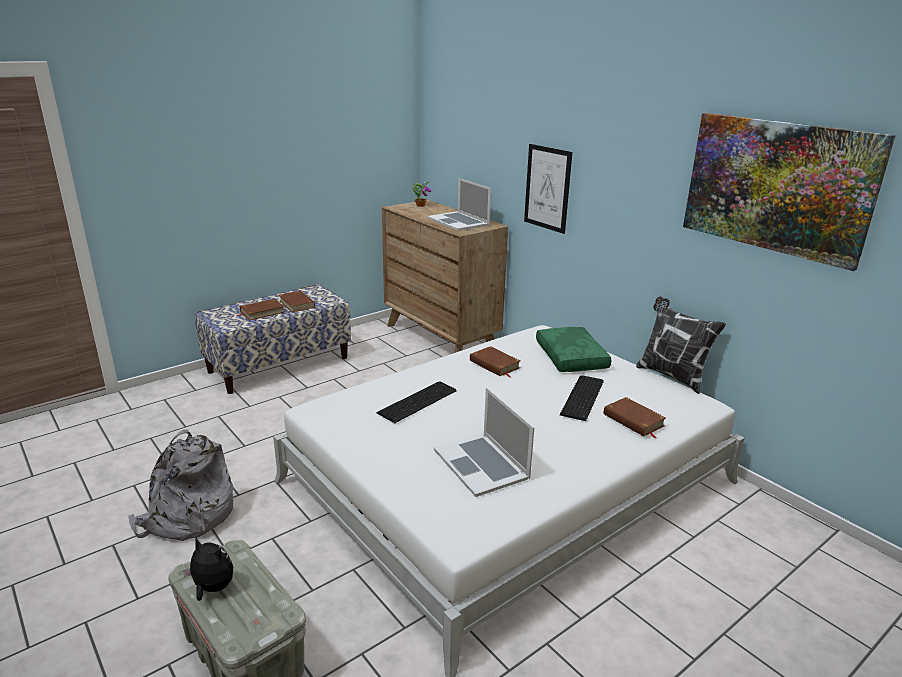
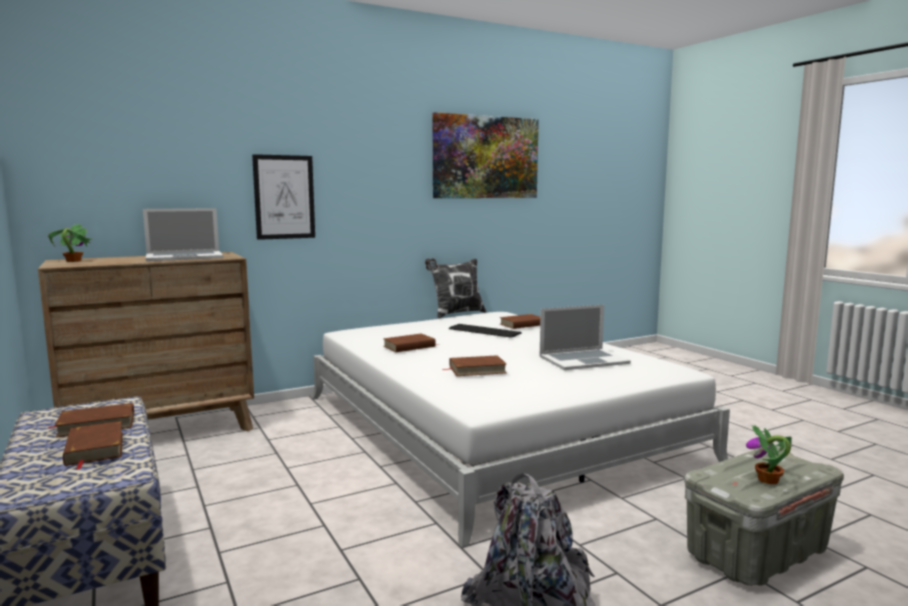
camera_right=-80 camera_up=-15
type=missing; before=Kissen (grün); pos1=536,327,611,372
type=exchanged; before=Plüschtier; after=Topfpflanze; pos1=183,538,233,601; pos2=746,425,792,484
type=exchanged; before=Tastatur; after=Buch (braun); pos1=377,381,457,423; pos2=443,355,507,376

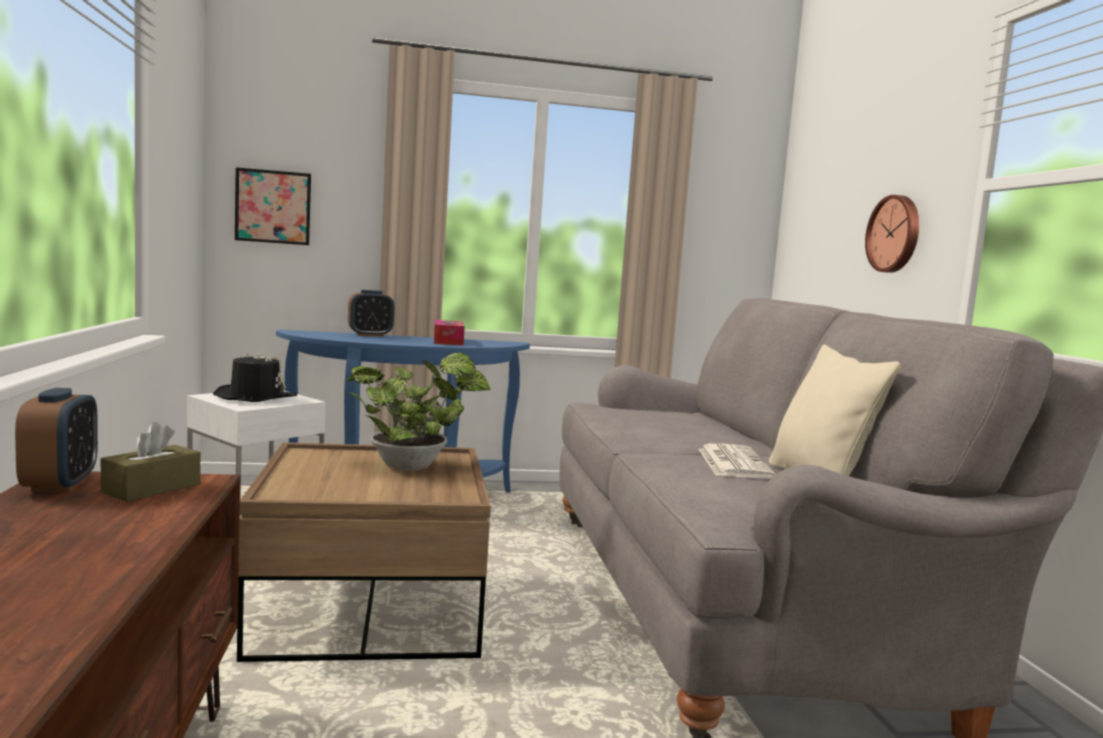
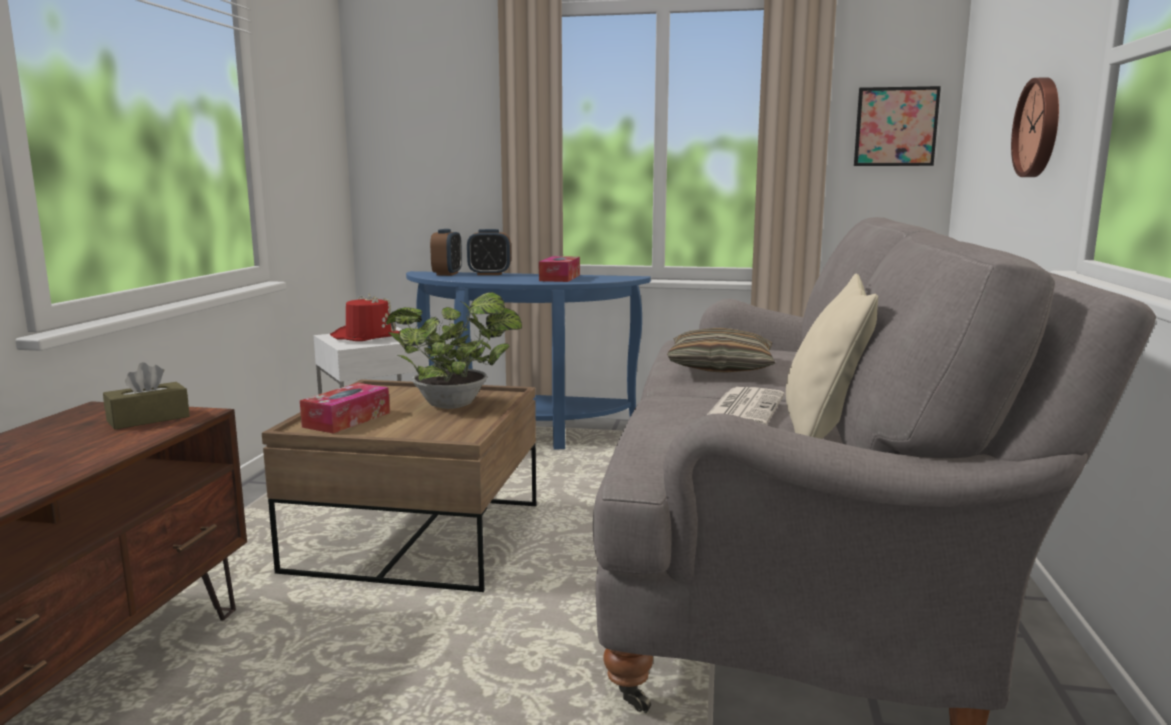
camera_right=20 camera_up=5
type=appeared; after=Taschentuchbox; pos2=300,383,390,434
type=appeared; after=Kissen; pos2=667,328,775,373
type=relocated; before=Wecker; pos1=15,388,98,492; pos2=430,229,462,276
type=relocated; before=Bild; pos1=235,167,311,245; pos2=854,86,941,166
type=colour; before=Hut (schwarz); after=Hut (rot); pos1=213,351,297,402; pos2=330,293,400,341

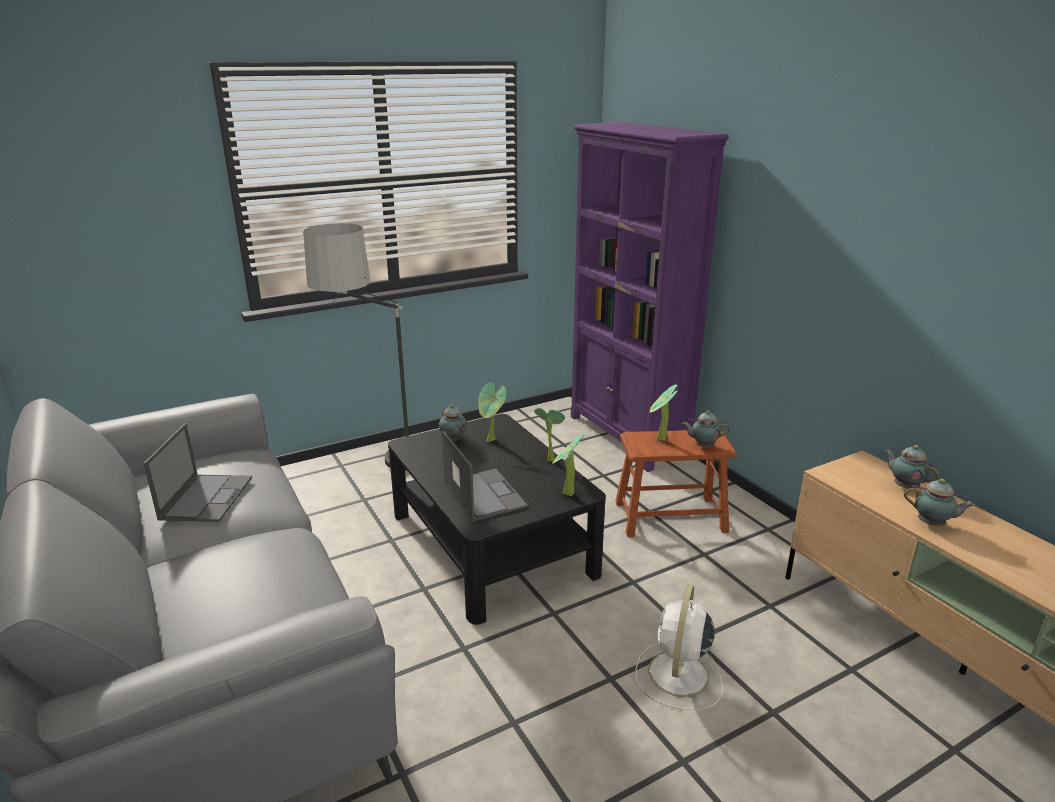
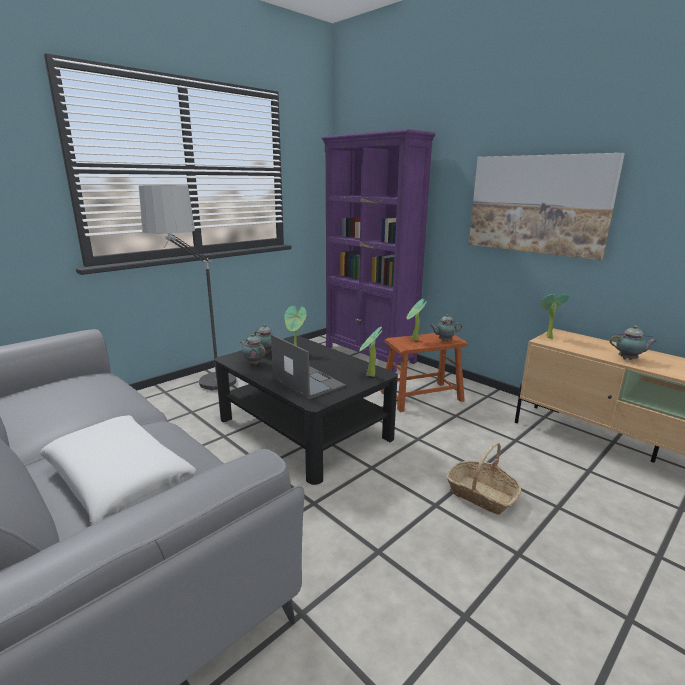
camera_right=-15 camera_up=-5
type=missing; before=Laptop; pos1=143,423,252,522
type=appeared; after=Kissen (weiß); pos2=40,415,197,525
type=appeared; after=Bild; pos2=469,153,625,260
type=relocated; before=Topfpflanze; pos1=534,408,565,462; pos2=541,294,569,339
type=relocated; before=Teekanne; pos1=884,445,939,489; pos2=241,334,266,365
type=exchanged; before=Ventilator (weiß); after=Korb; pos1=635,584,723,710; pos2=446,442,521,515

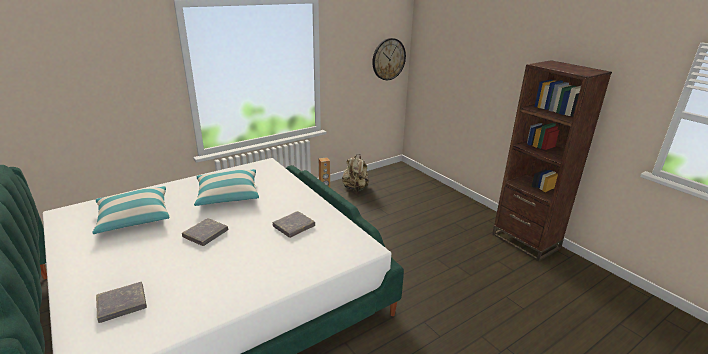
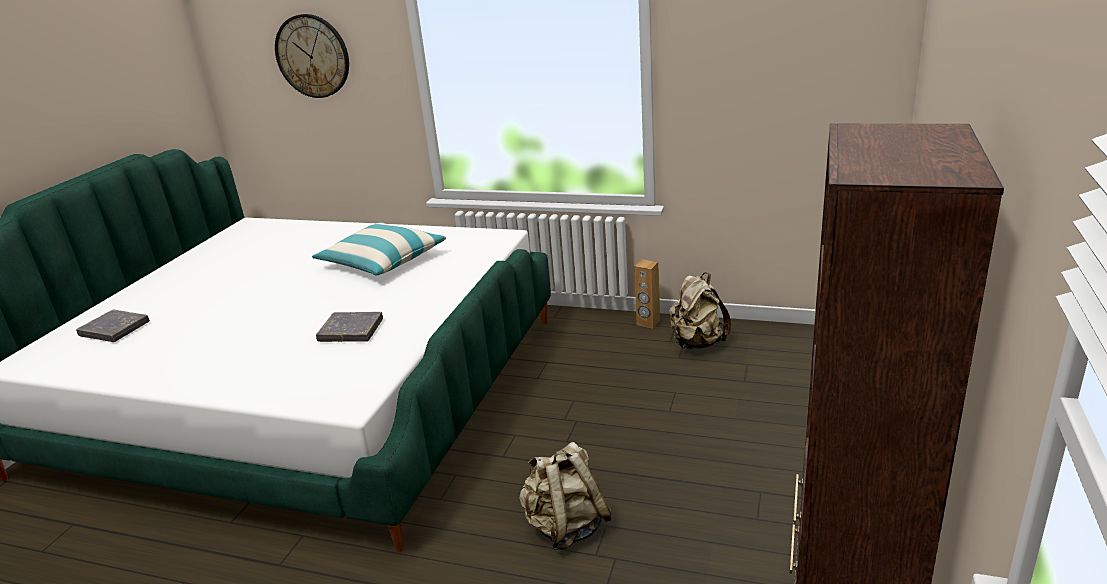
camera_right=55 camera_up=0
type=missing; before=Kissen; pos1=92,186,170,234
type=missing; before=Buch (grau); pos1=182,218,228,246
type=appeared; after=Rucksack (beige); pos2=519,442,612,550
type=relocated; before=Wanduhr; pos1=372,38,406,80; pos2=275,14,349,98

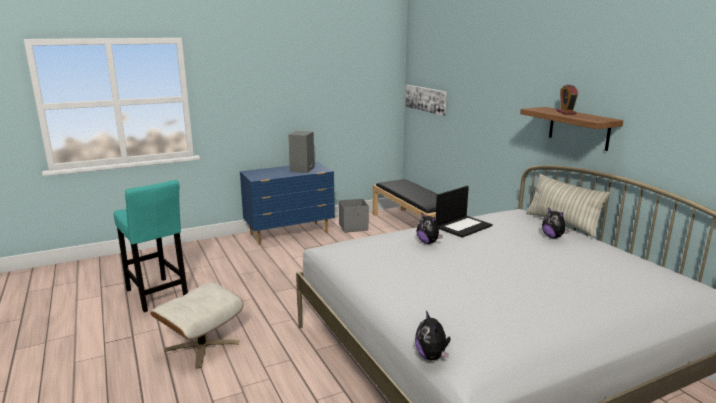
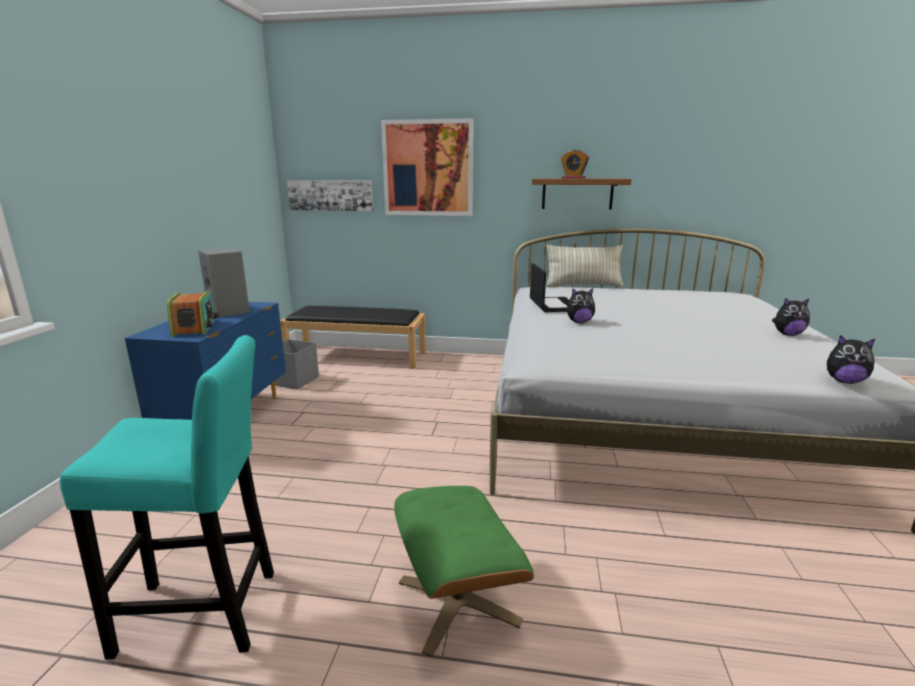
camera_right=-55 camera_up=0
type=appeared; after=Radio; pos2=167,291,219,337
type=appeared; after=Bild; pos2=381,119,473,216
type=relocated; before=Plüschtier; pos1=542,207,570,238; pos2=772,298,810,336
type=colour; before=Polsterhocker (beige); after=Polsterhocker (grün); pos1=150,282,244,369; pos2=394,486,534,657

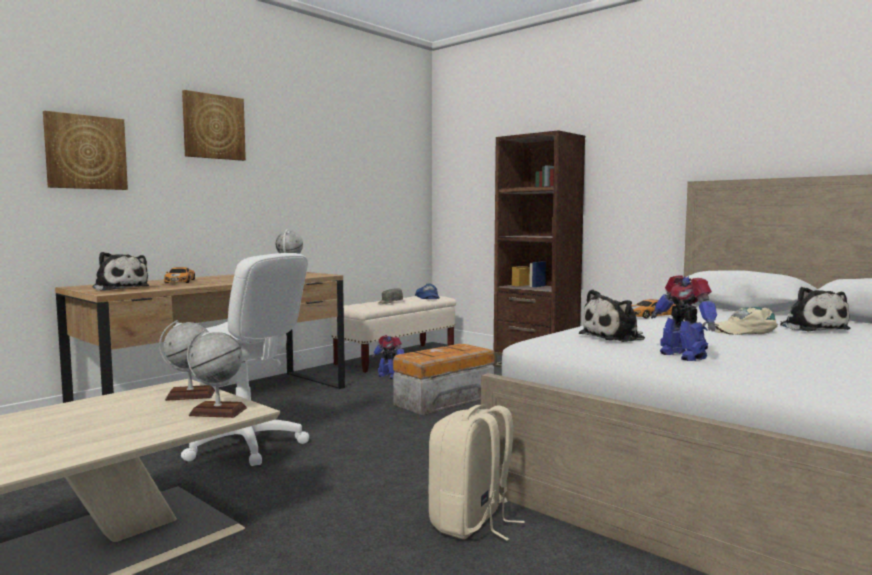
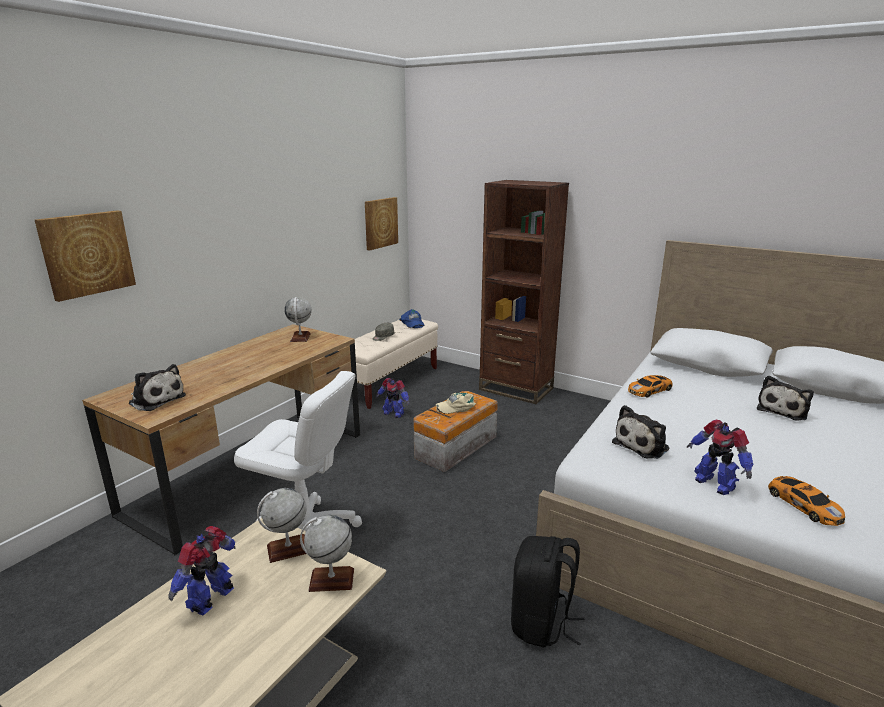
camera_right=-10 camera_up=15
type=appeared; after=Spielzeugroboter; pos2=168,526,236,615
type=relocated; before=Spielzeugauto; pos1=164,267,195,283; pos2=768,476,845,526
type=relocated; before=Bild; pos1=182,90,246,161; pos2=365,197,398,250
type=relocated; before=Kappe (beige); pos1=714,307,778,335; pos2=436,393,476,414
type=colour; before=Rucksack (beige); after=Rucksack (schwarz); pos1=429,405,525,540; pos2=511,536,585,648
type=spun; before=Plüschtier; pos1=780,287,851,331; pos2=757,376,814,421; turn=60

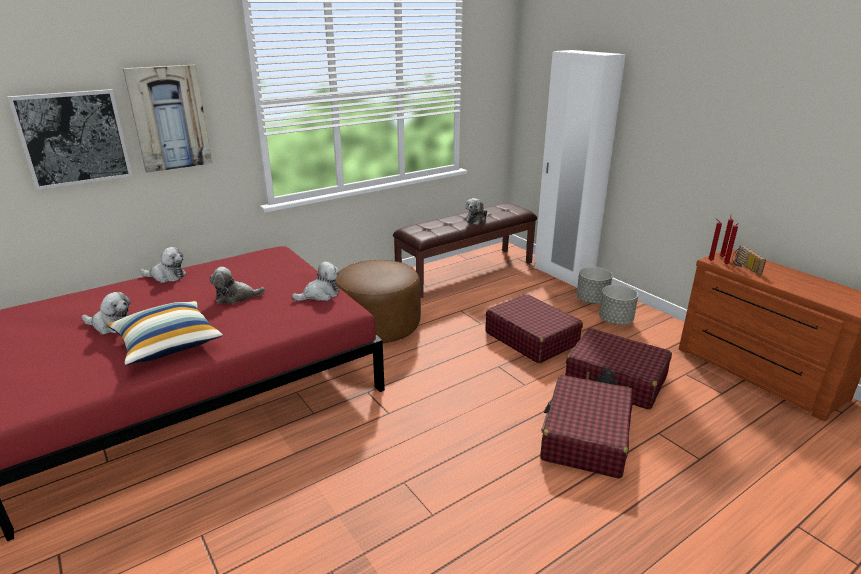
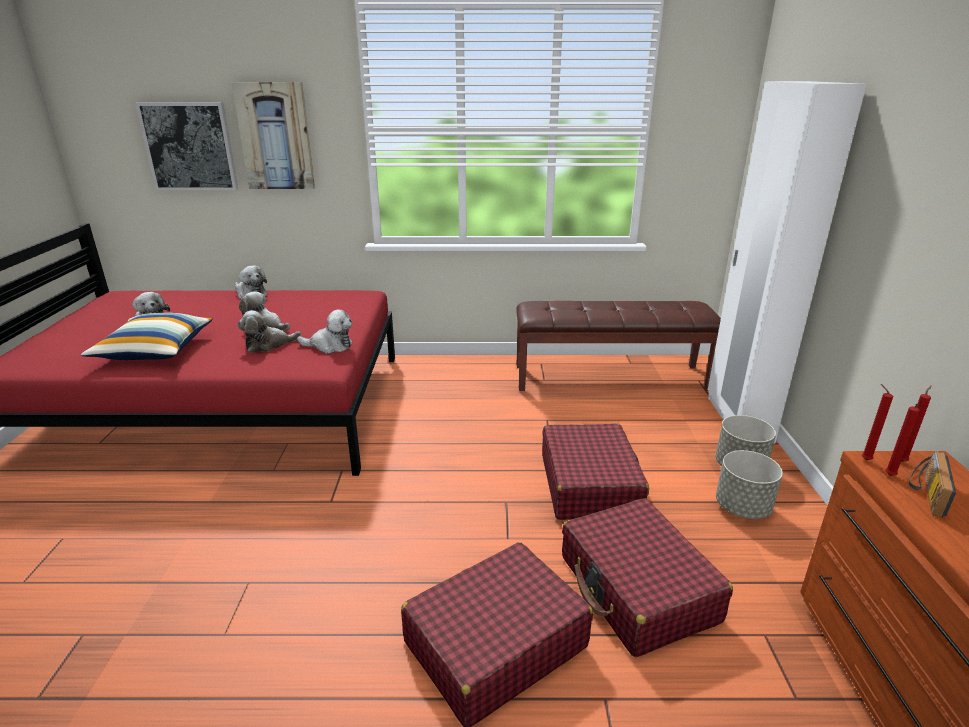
camera_right=35 camera_up=0
type=missing; before=Polsterhocker (braun); pos1=335,260,421,343
type=relocated; before=Plüschtier; pos1=465,198,487,225; pos2=238,310,301,353

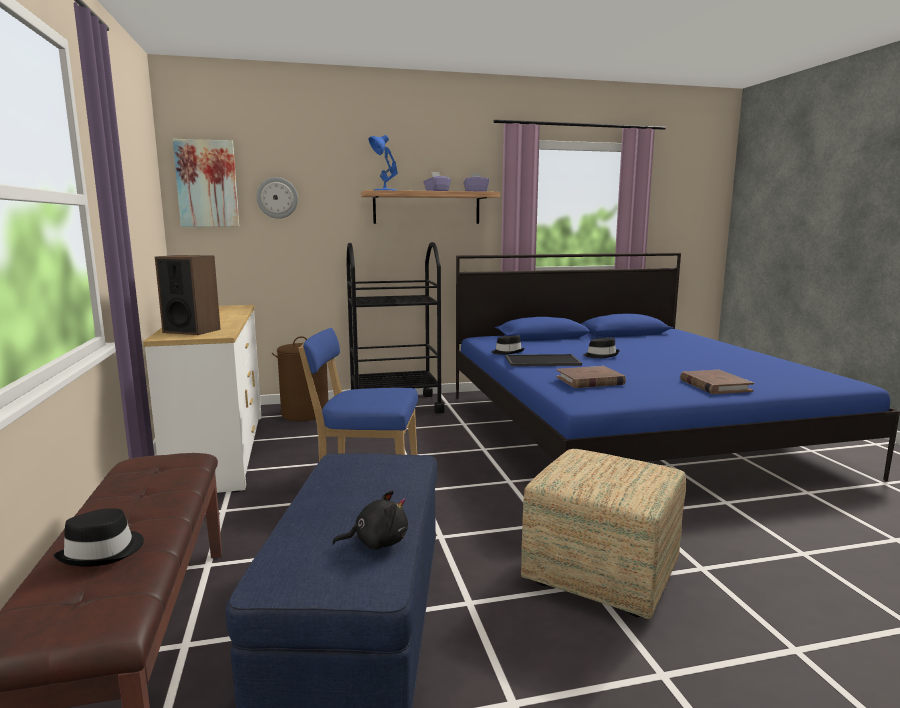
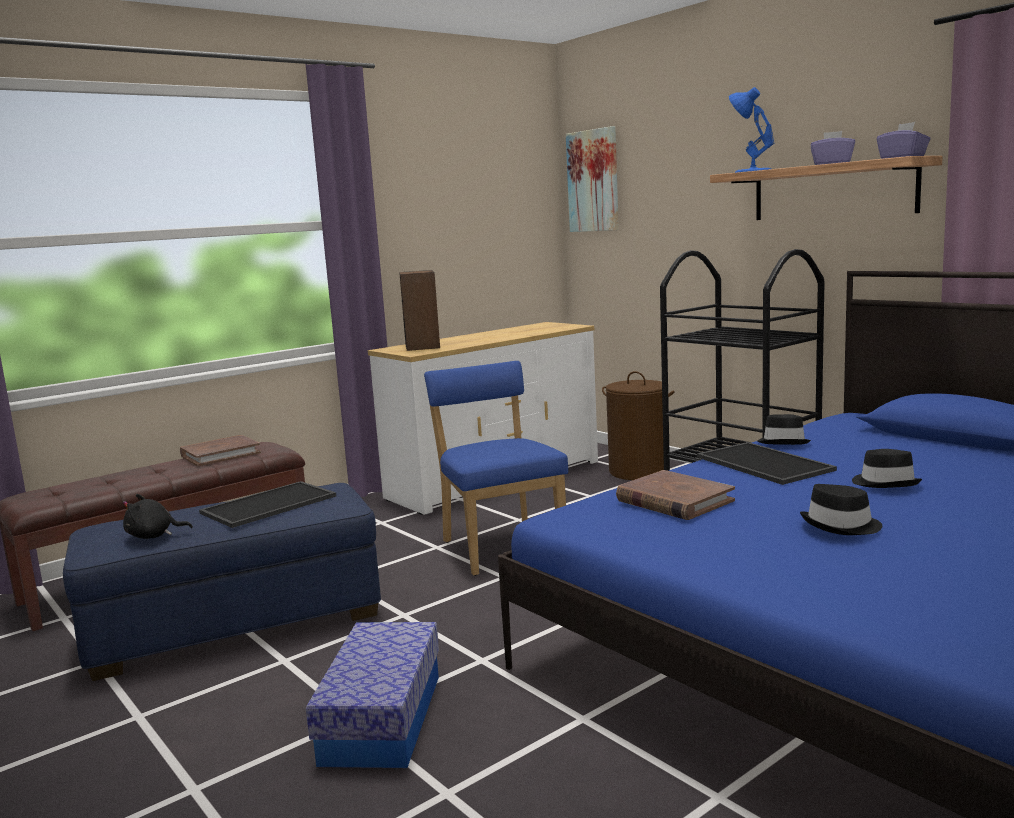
camera_right=65 camera_up=0
type=missing; before=Wanduhr; pos1=256,177,298,219
type=appeared; after=Tablett; pos2=199,481,336,528
type=relocated; before=Hut (schwarz); pos1=53,508,144,567; pos2=800,484,882,535
type=relocated; before=Buch (braun); pos1=680,370,754,394; pos2=180,435,261,466
type=exchanged; before=Polsterhocker; after=Aufbewahrungsbox; pos1=521,449,686,619; pos2=306,622,439,768
type=spun; before=Plüschtier (schwarz); pos1=332,490,408,550; pos2=123,494,193,539; turn=120

